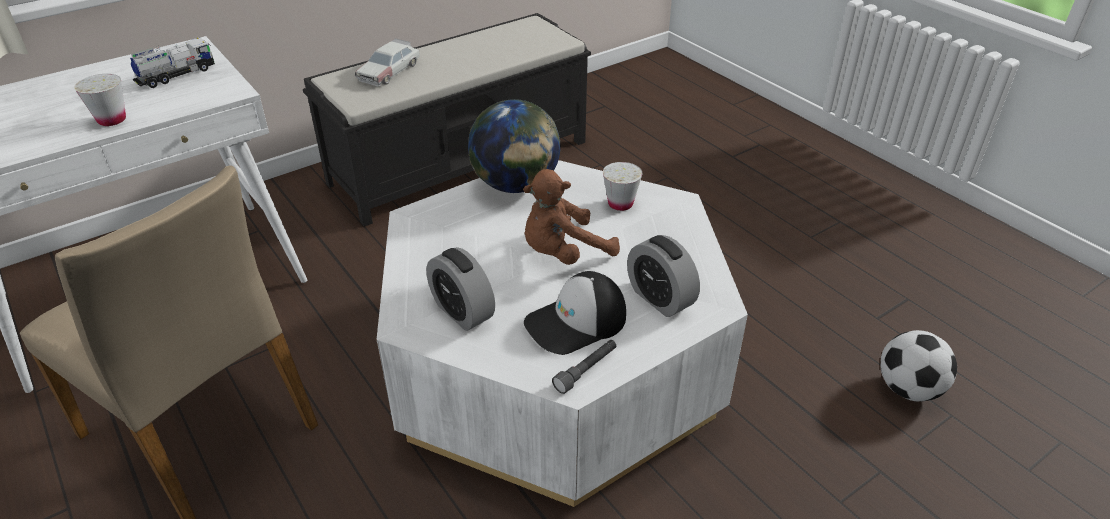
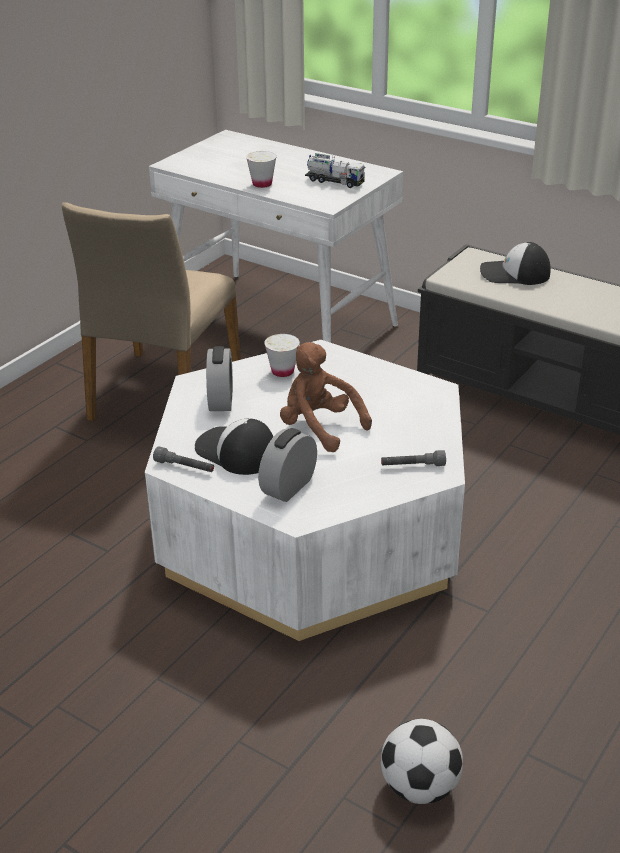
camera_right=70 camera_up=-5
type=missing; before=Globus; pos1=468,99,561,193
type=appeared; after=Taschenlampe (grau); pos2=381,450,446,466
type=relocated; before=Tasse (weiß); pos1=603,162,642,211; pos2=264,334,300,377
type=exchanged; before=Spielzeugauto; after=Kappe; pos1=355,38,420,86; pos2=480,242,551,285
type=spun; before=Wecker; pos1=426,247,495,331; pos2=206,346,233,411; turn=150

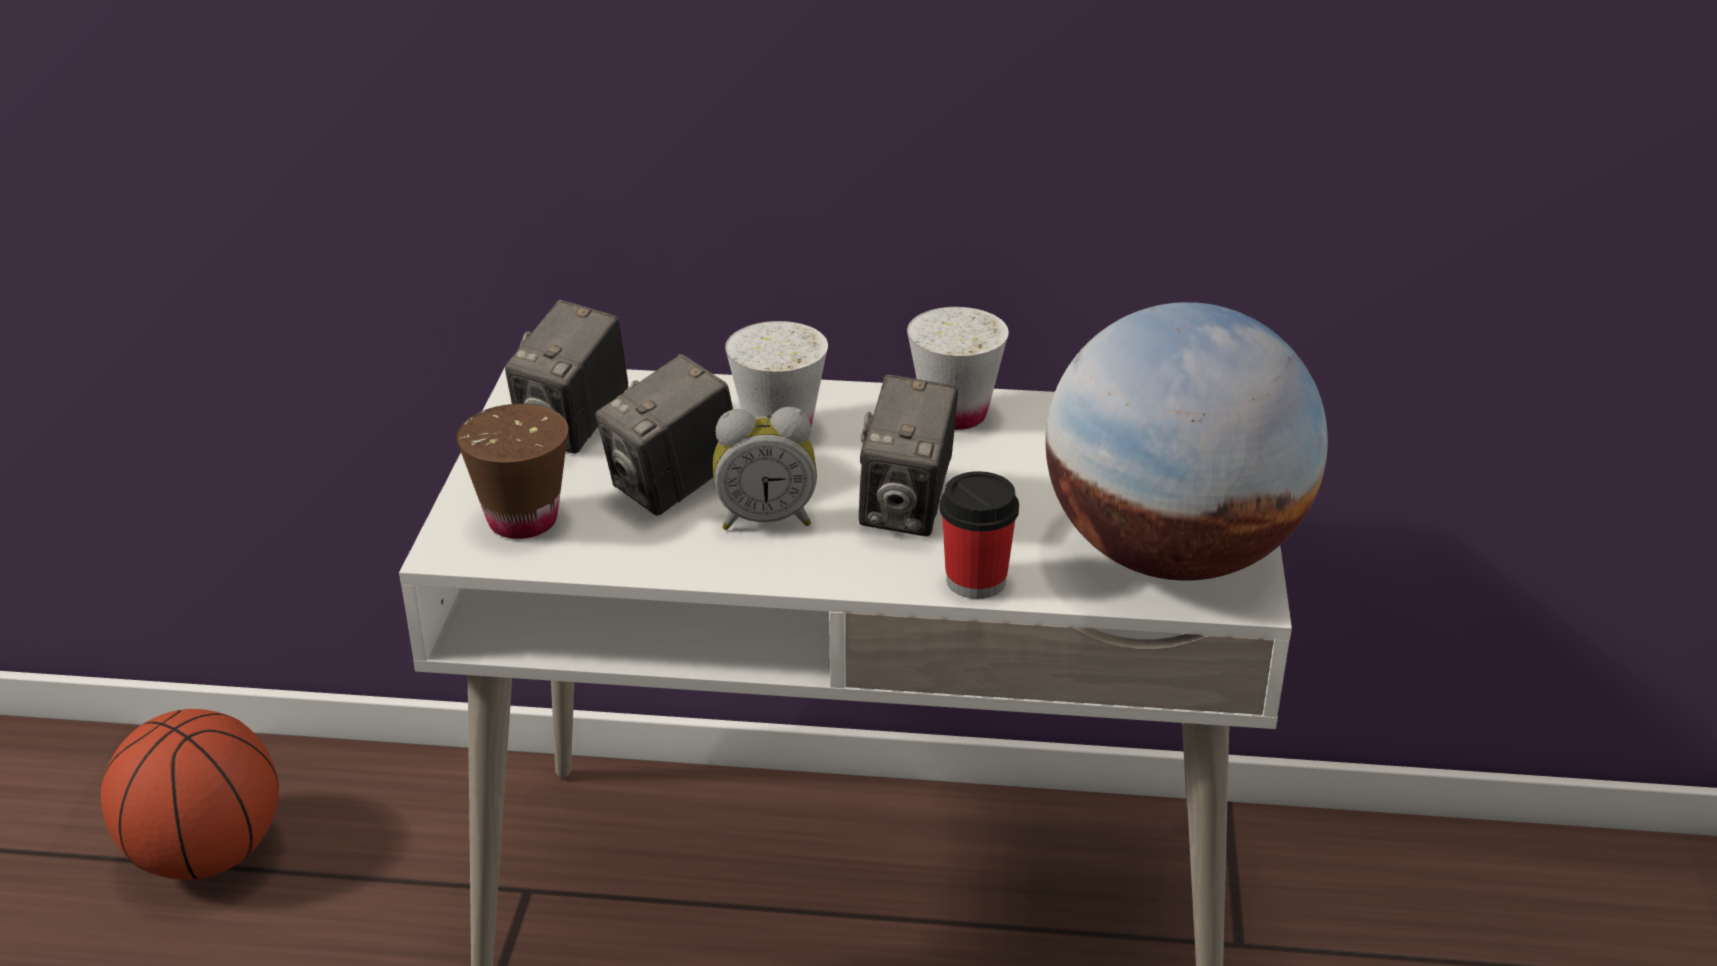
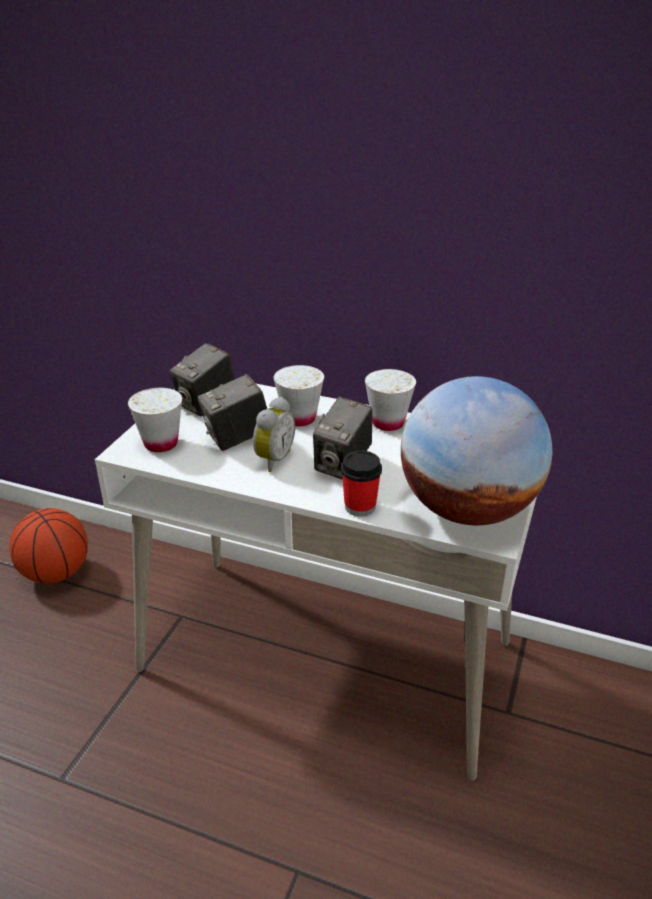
camera_right=15 camera_up=0
type=colour; before=Tasse (braun); after=Tasse (weiß); pos1=456,404,568,539; pos2=128,388,182,452
type=spun; before=Wecker; pos1=713,407,817,530; pos2=253,397,295,472; turn=-75

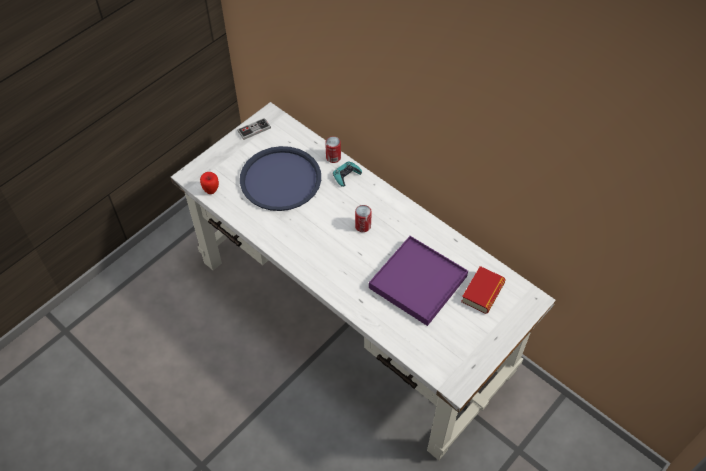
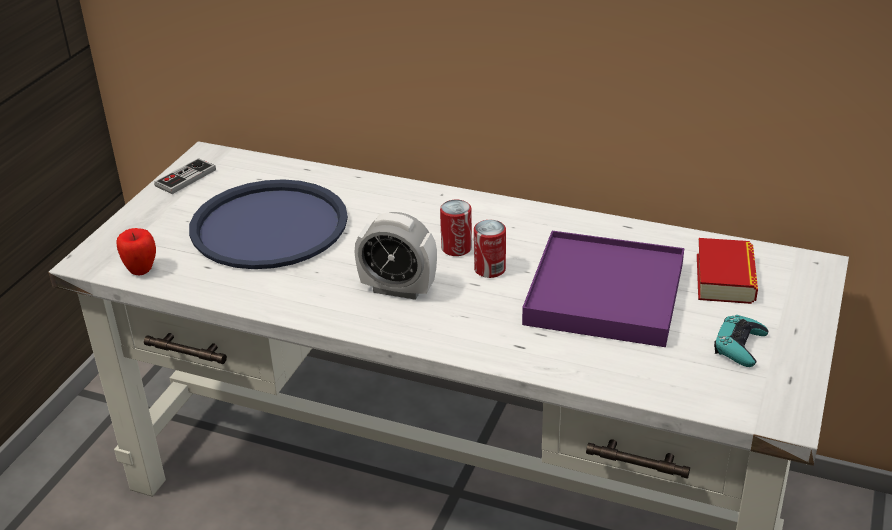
camera_right=-20 camera_up=-20
type=appeared; after=Wecker; pos2=355,212,437,300
type=relocated; before=Dose; pos1=325,136,341,163; pos2=474,220,506,278
type=relocated; before=Gamepad (türkis); pos1=333,161,362,187; pos2=714,315,768,367

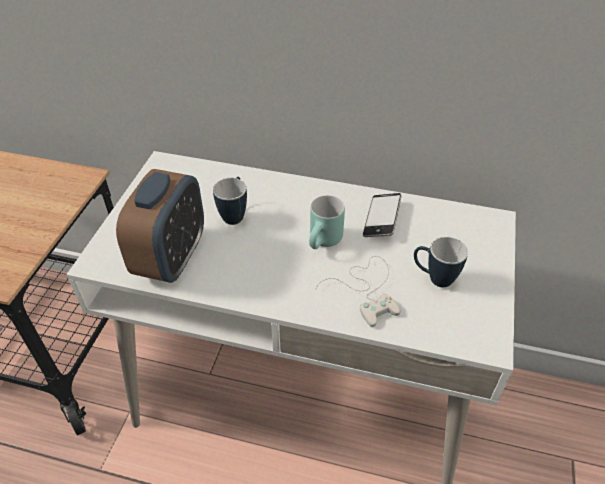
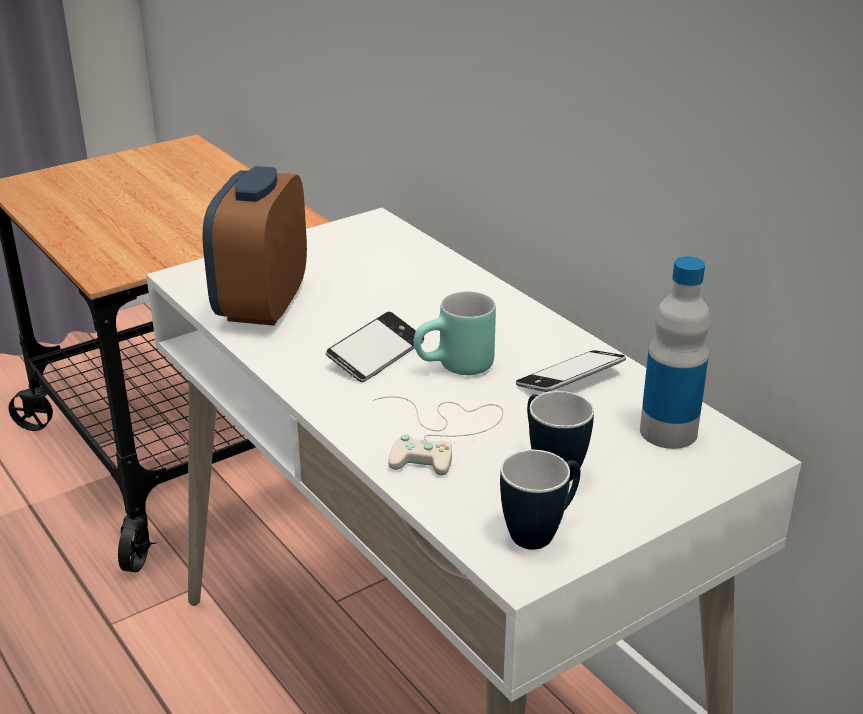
camera_right=40 camera_up=-15
type=appeared; after=Handy; pos2=326,312,424,382
type=appeared; after=Flasche; pos2=640,256,710,449
type=relocated; before=Henkelbecher; pos1=213,177,247,225; pos2=500,450,581,550
type=spun; before=Wecker; pos1=116,169,204,283; pos2=203,166,307,326; turn=135

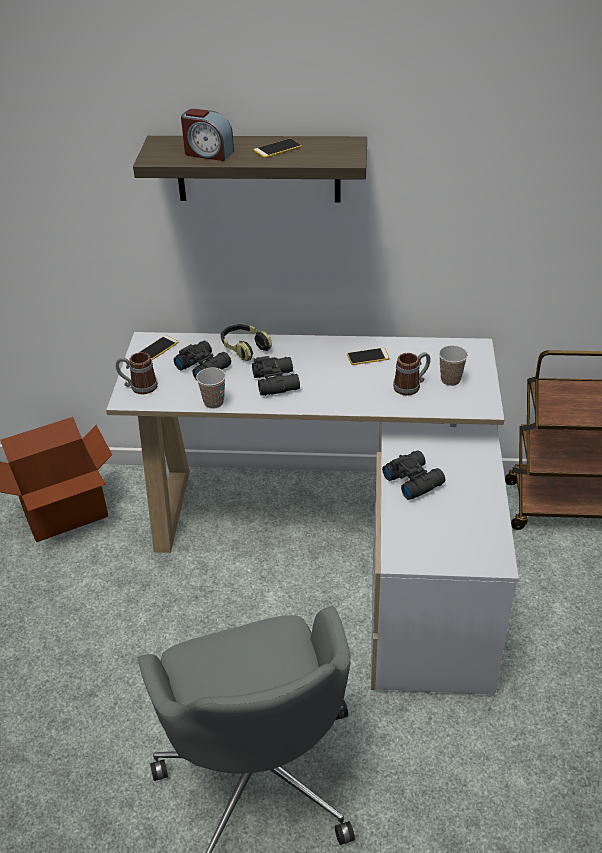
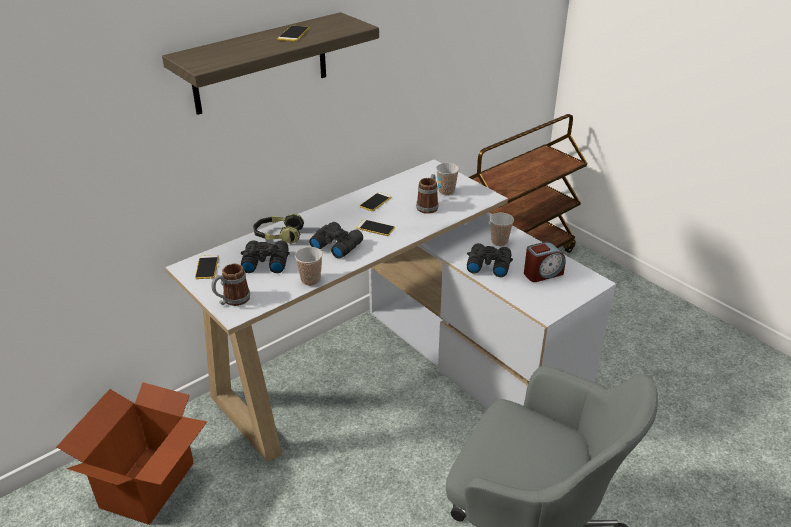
camera_right=-45 camera_up=-5
type=appeared; after=Handy; pos2=356,219,395,236
type=appeared; after=Tasse; pos2=490,213,514,246
type=relocated; before=Wecker; pos1=181,109,234,161; pos2=524,242,566,282

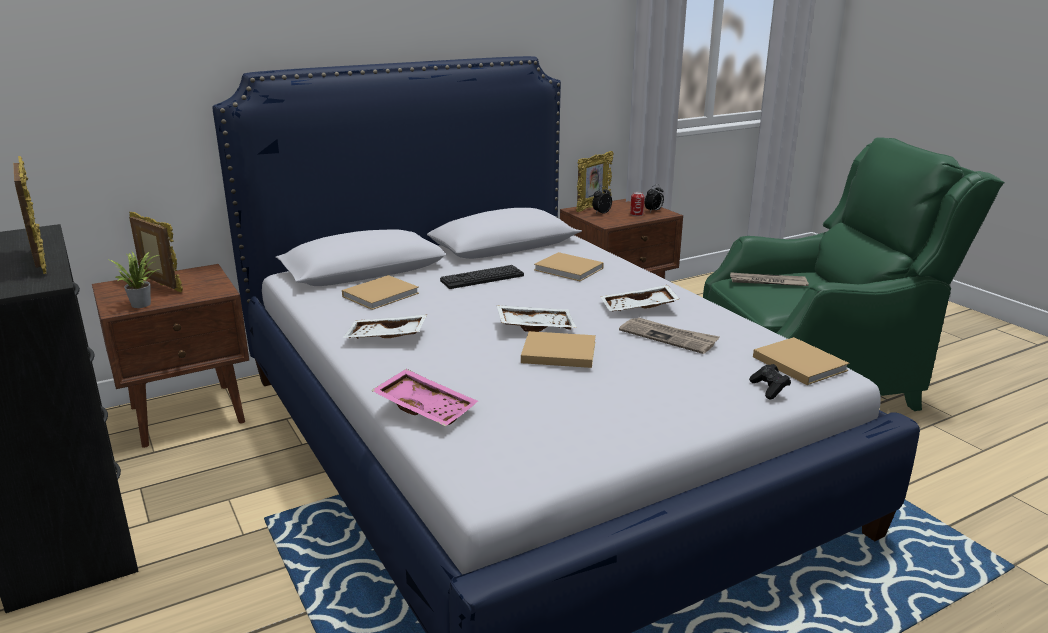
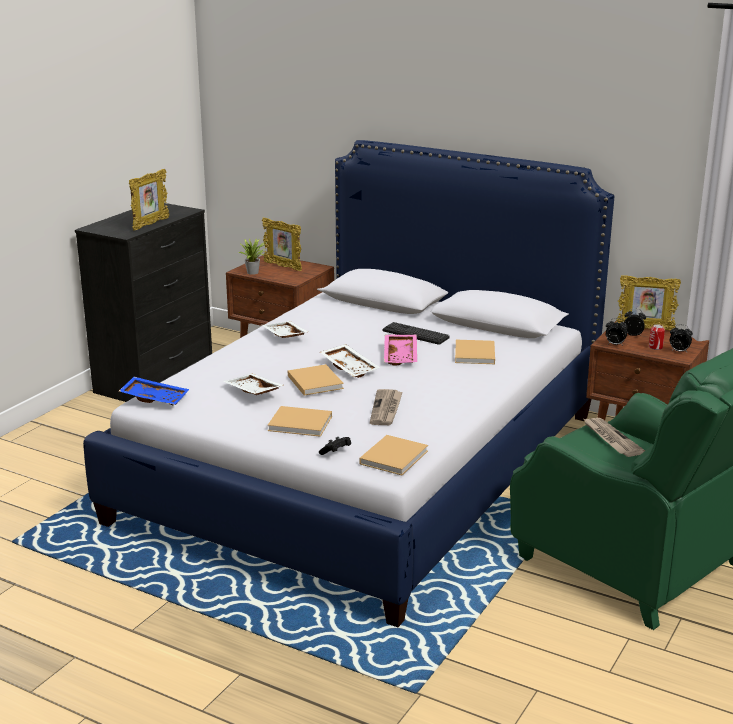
camera_right=60 camera_up=0
type=appeared; after=Tablett (blau); pos2=119,377,189,406
type=appeared; after=Wecker; pos2=606,318,628,346
type=relocated; before=Buch (beige); pos1=342,275,419,310; pos2=268,406,332,437
type=relocated; before=Tablett (rosa); pos1=371,369,478,426; pos2=384,335,417,366
type=relocated; before=Tablett (weiß); pos1=601,285,680,311; pos2=223,374,284,395
type=spun; before=Bilderrahmen; pos1=129,212,183,292; pos2=262,217,302,271; turn=120

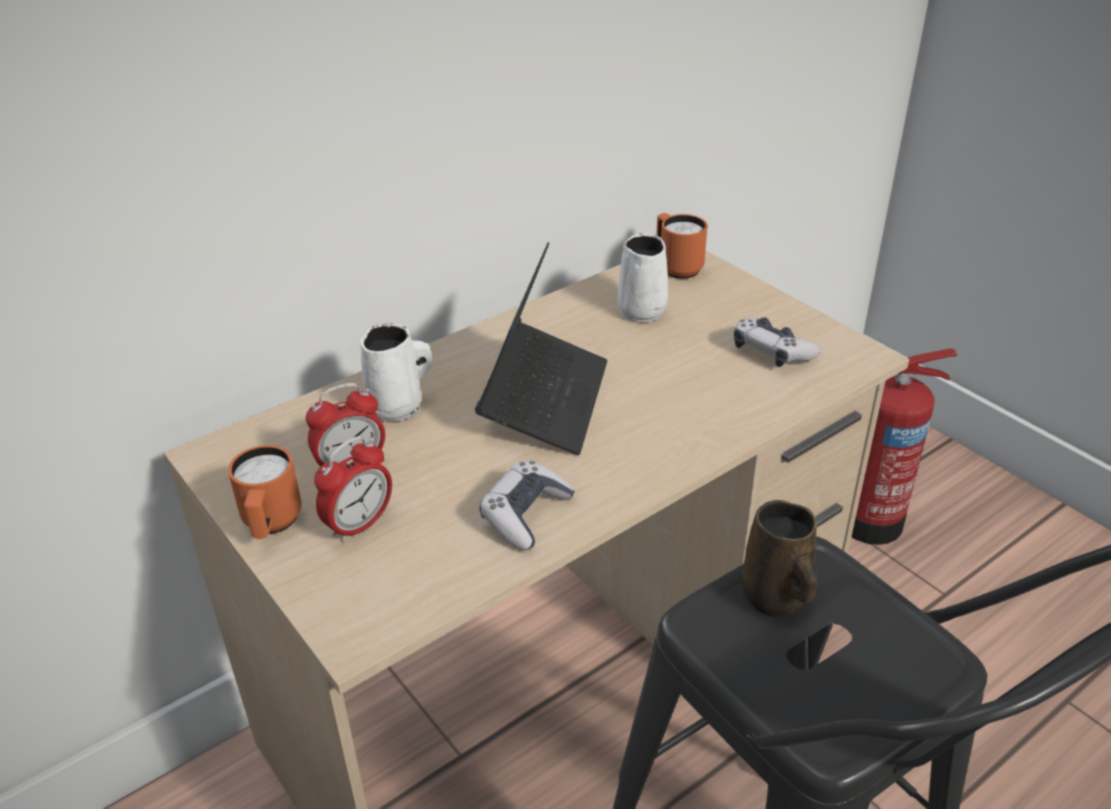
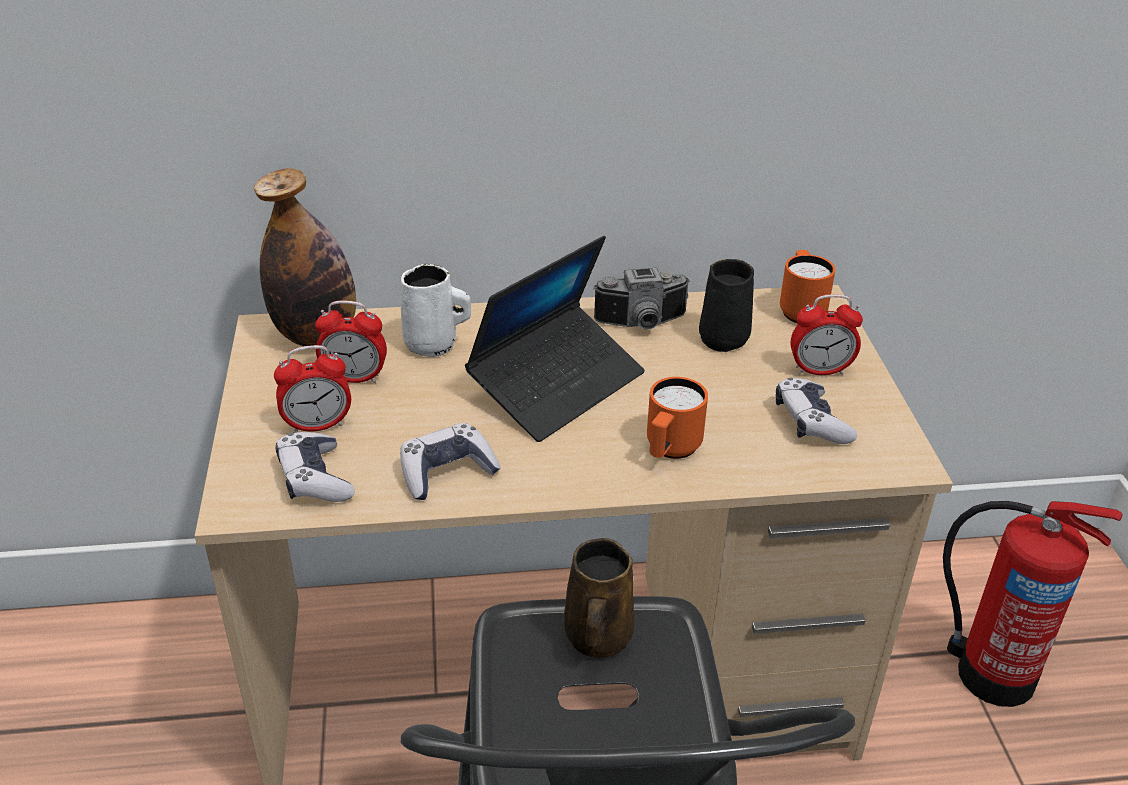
camera_right=30 camera_up=0
type=appeared; after=Flasche; pos2=254,168,356,346
type=appeared; after=Gamepad; pos2=276,432,355,502
type=appeared; after=Kamera; pos2=593,267,690,330
type=appeared; after=Wecker; pos2=791,294,863,375
type=relocated; before=Henkelbecher (orange); pos1=228,445,302,539; pos2=647,377,708,459
type=colour; before=Henkelbecher (weiß); after=Henkelbecher (schwarz); pos1=617,234,668,323; pos2=699,259,754,352

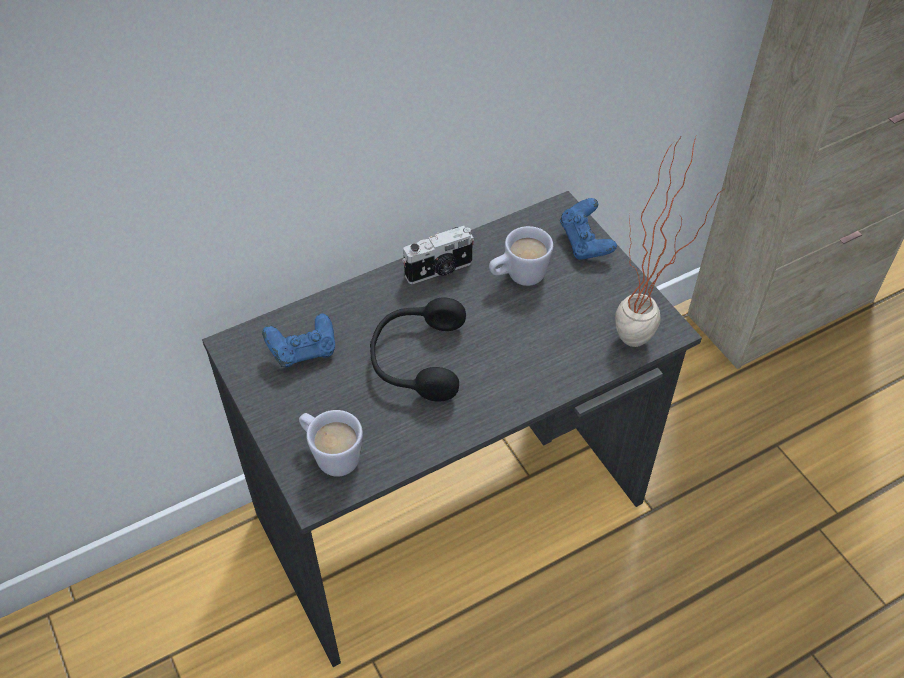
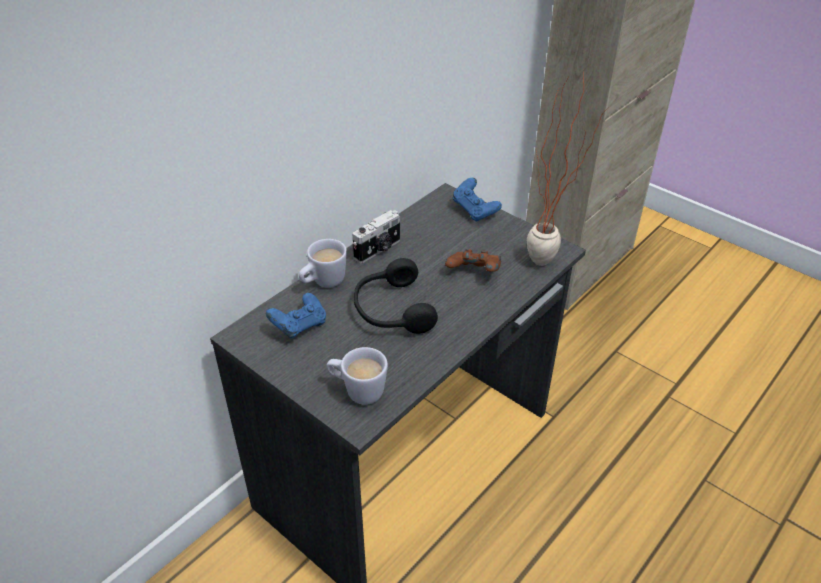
camera_right=-20 camera_up=-10
type=appeared; after=Gamepad (braun); pos2=445,249,501,272
type=relocated; before=Henkelbecher (weiß); pos1=489,226,553,286; pos2=299,239,347,288

